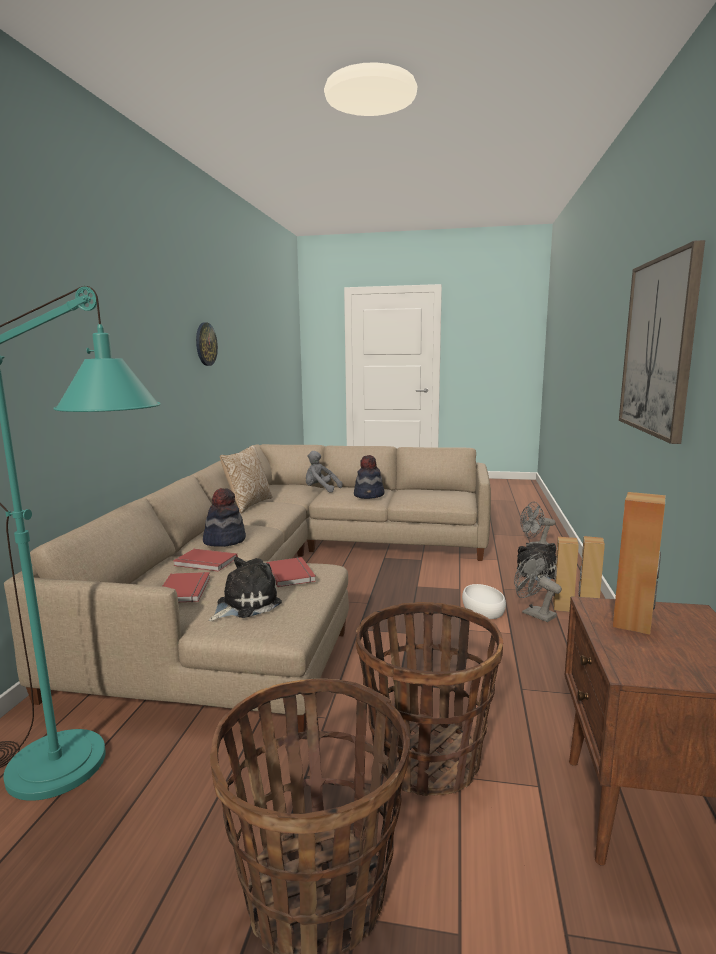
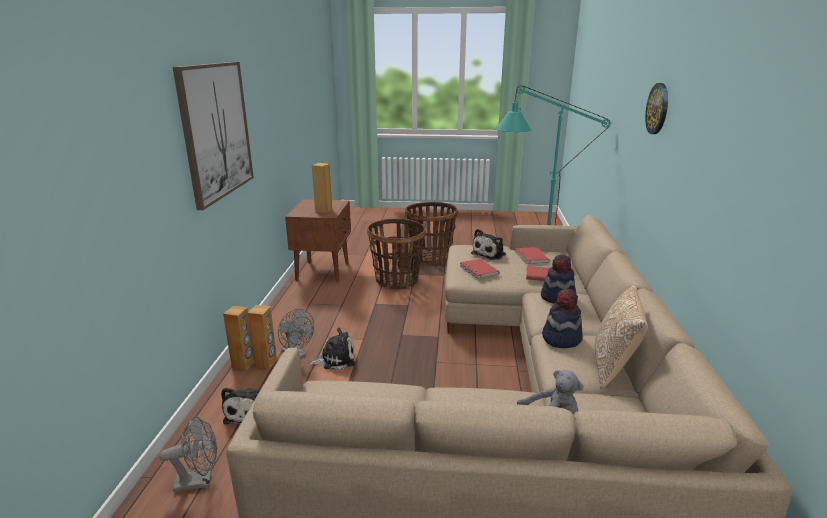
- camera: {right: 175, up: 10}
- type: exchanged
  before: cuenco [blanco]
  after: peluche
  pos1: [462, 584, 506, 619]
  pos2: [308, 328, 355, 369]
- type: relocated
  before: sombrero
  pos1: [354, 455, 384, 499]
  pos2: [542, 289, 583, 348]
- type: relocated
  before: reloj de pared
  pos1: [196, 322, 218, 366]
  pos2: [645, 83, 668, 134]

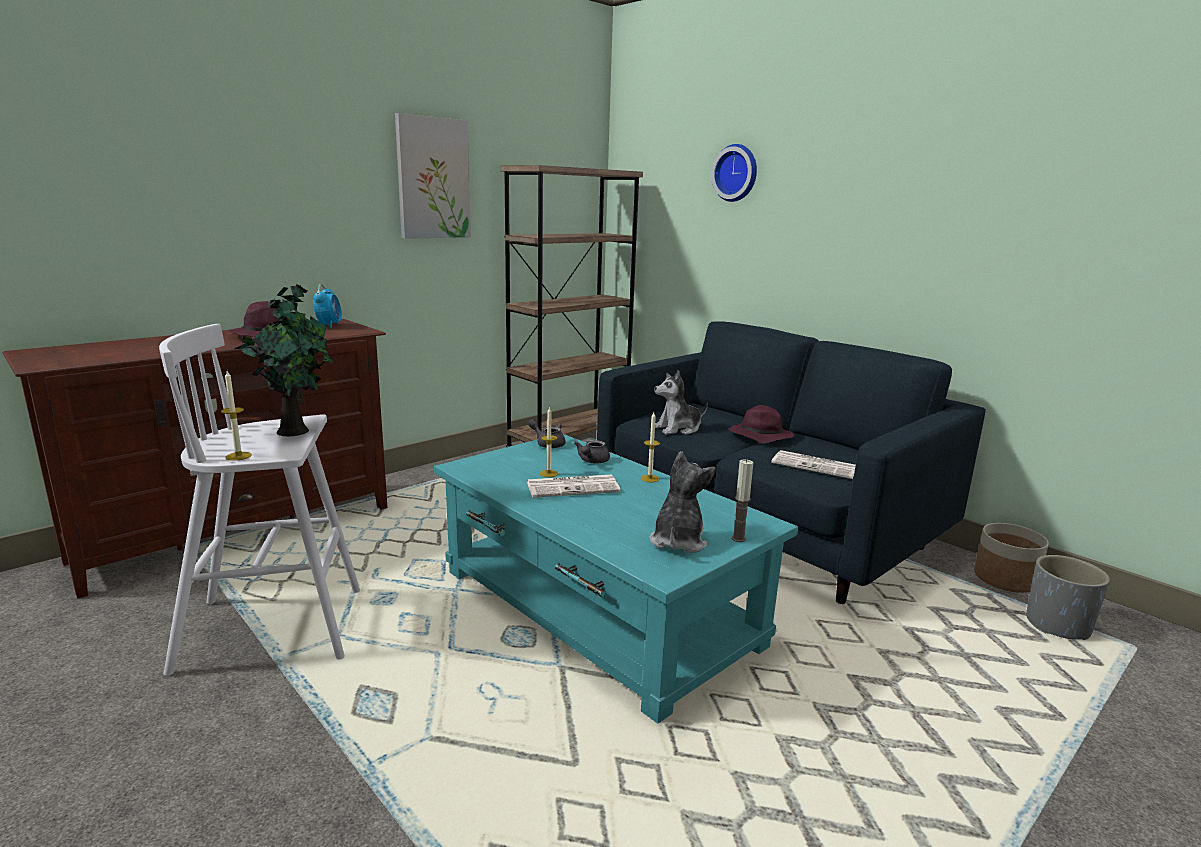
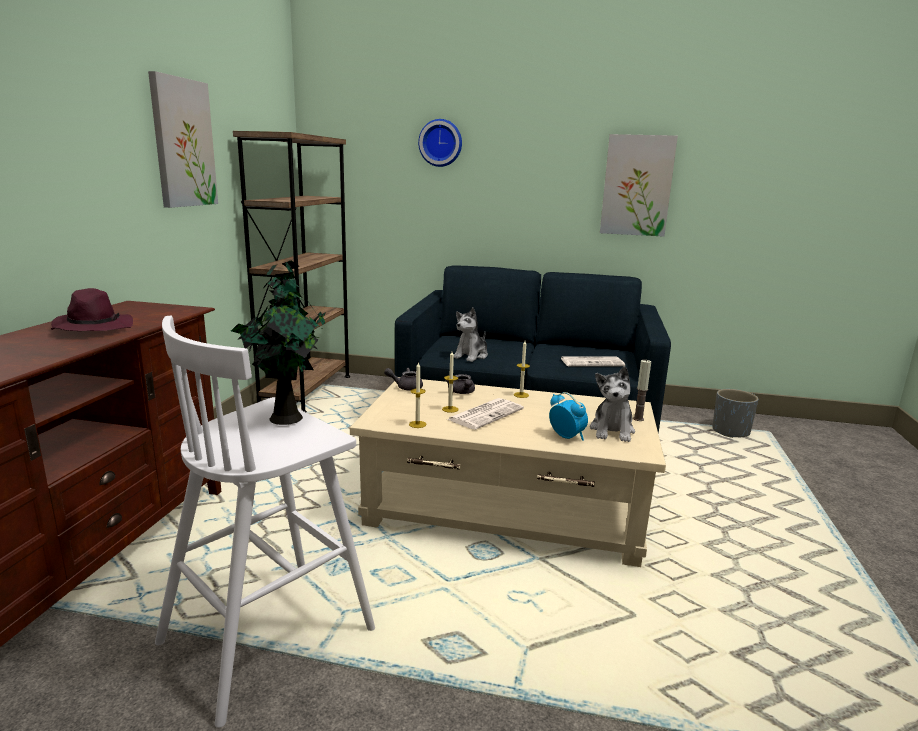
- camera: {right: -35, up: 0}
- type: colour
  before: mesa de centro [turquesa]
  after: mesa de centro [beis]
  pos1: [434, 434, 798, 723]
  pos2: [350, 377, 666, 567]
- type: relocated
  before: vela
  pos1: [221, 371, 252, 461]
  pos2: [409, 363, 426, 428]
- type: relocated
  before: despertador
  pos1: [314, 284, 342, 328]
  pos2: [549, 392, 588, 441]
- type: spun
  before: peluche
  pos1: [650, 451, 716, 553]
  pos2: [590, 366, 635, 442]
  turn: -150
- type: appeared
  after: cuadro
  pos2: [600, 134, 678, 237]
- type: missing
  before: sombrero [morado]
  pos1: [729, 405, 795, 443]
- type: missing
  before: maceta
  pos1: [974, 523, 1049, 593]

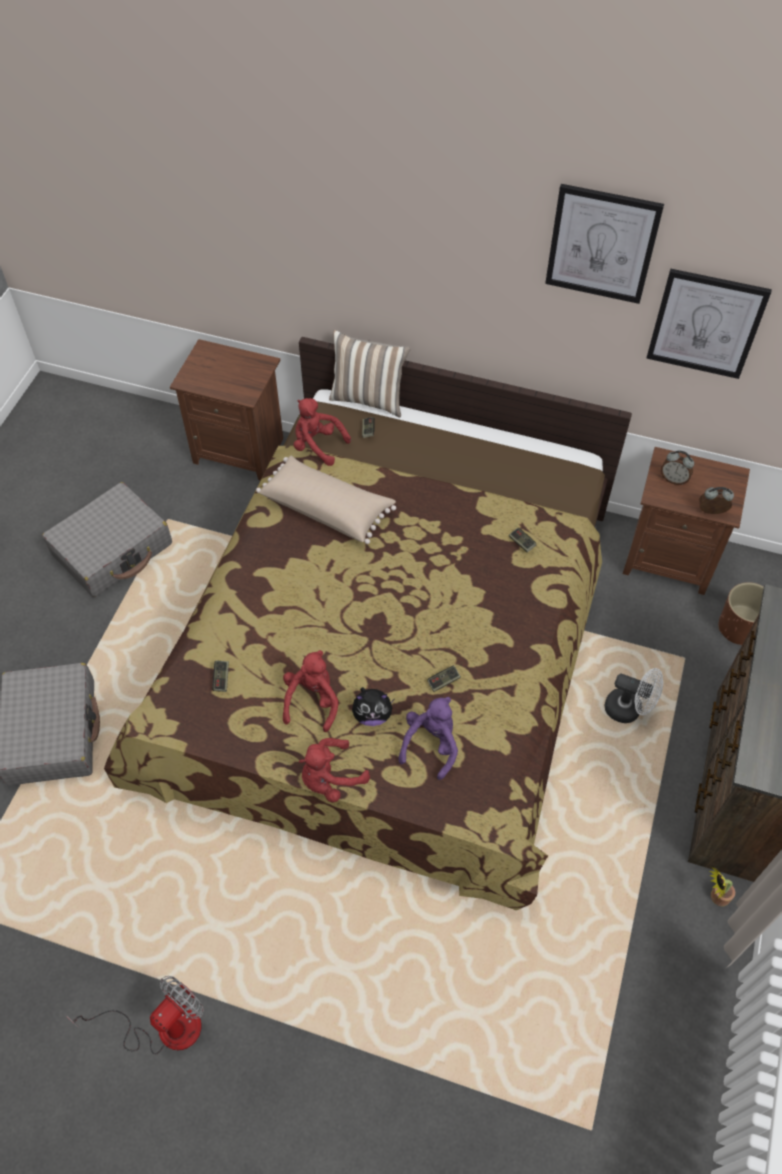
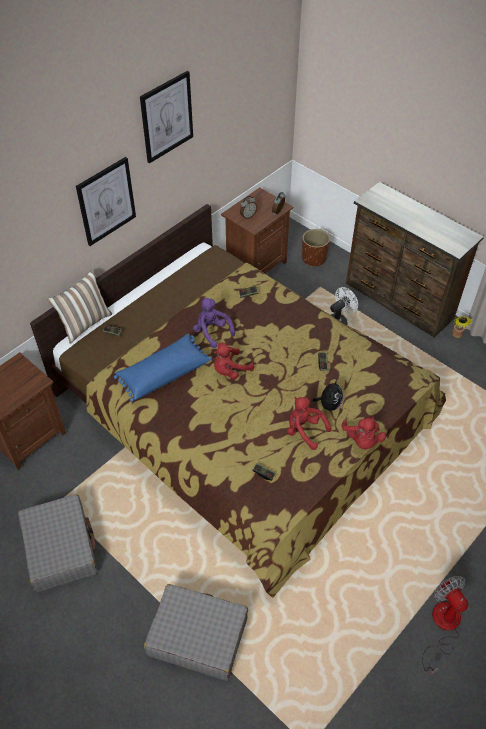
- camera: {right: -65, up: -5}
- type: relocated
  before: cuadro
  pos1: [646, 269, 772, 379]
  pos2: [76, 157, 136, 246]
- type: colour
  before: cojín [beis]
  after: cojín [azul]
  pos1: [256, 455, 396, 544]
  pos2: [114, 334, 212, 402]
- type: relocated
  before: peluche [morado]
  pos1: [398, 697, 458, 780]
  pos2: [193, 298, 235, 348]
- type: relocated
  before: peluche [rojo]
  pos1: [294, 398, 351, 466]
  pos2: [214, 343, 254, 380]

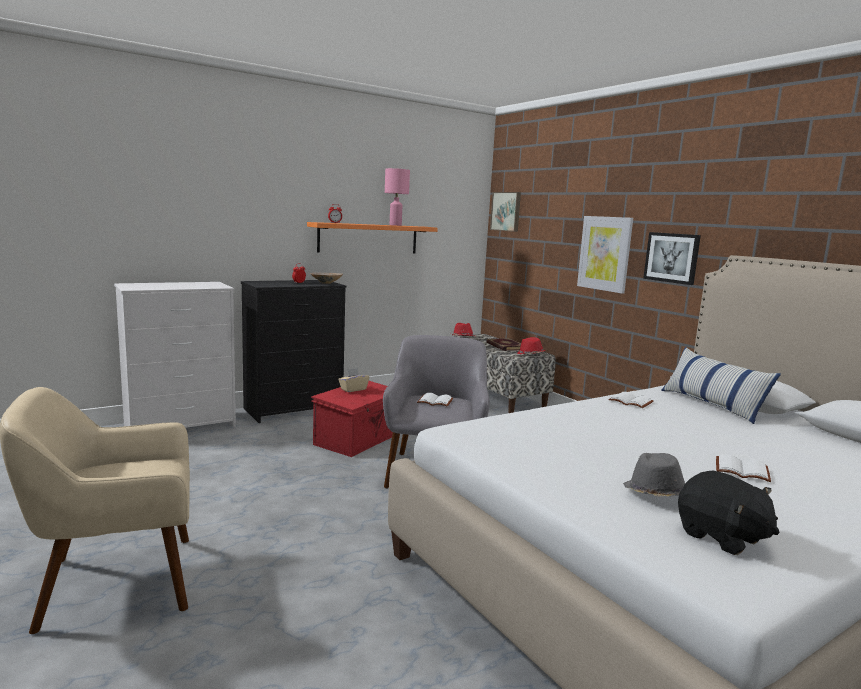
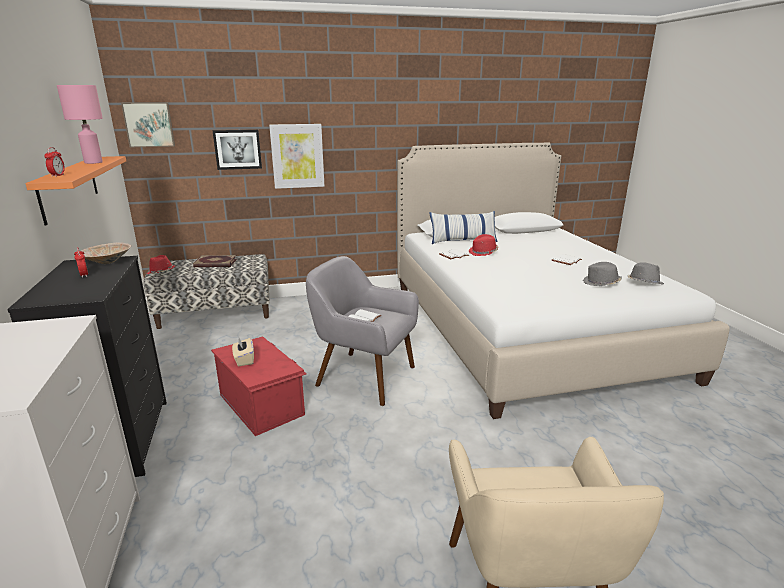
- camera: {right: -70, up: 10}
- type: relocated
  before: cuadro
  pos1: [643, 232, 701, 285]
  pos2: [213, 130, 262, 170]
- type: relocated
  before: sombrero [rojo]
  pos1: [517, 337, 545, 354]
  pos2: [469, 234, 498, 256]
- type: exchanged
  before: peluche [negro]
  after: sombrero [gris]
  pos1: [678, 471, 780, 555]
  pos2: [627, 262, 664, 284]

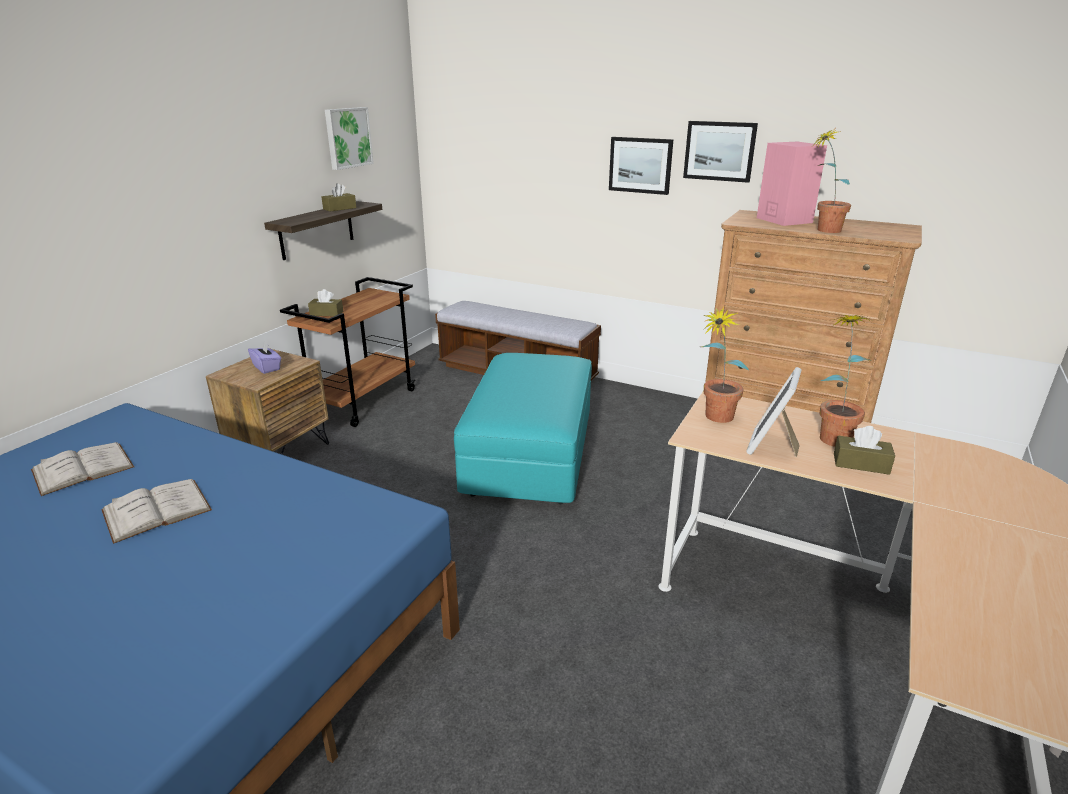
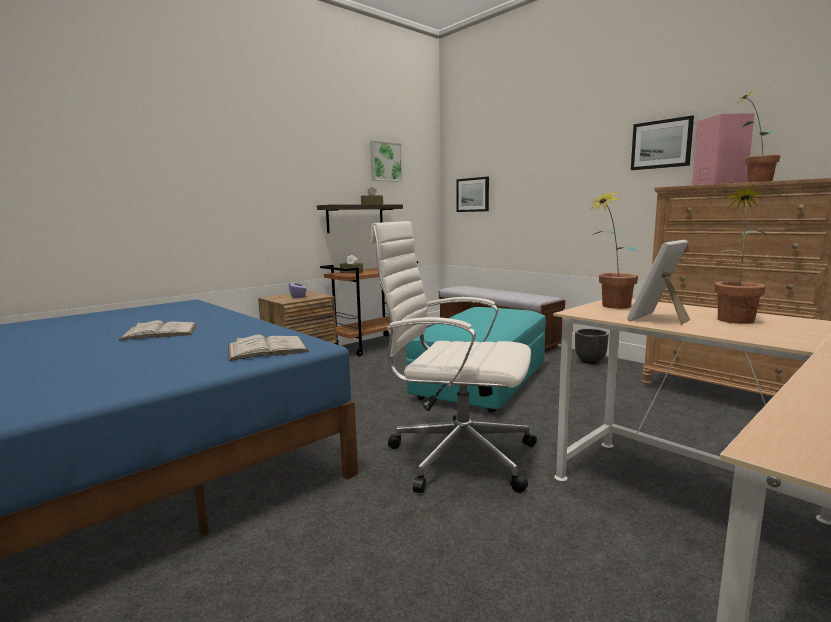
- camera: {right: 20, up: -15}
- type: relocated
  before: libro [blanco]
  pos1: [31, 442, 134, 496]
  pos2: [228, 335, 309, 361]
- type: appeared
  after: silla de oficina [blanco]
  pos2: [370, 221, 537, 493]
- type: relocated
  before: cuadro
  pos1: [609, 137, 674, 195]
  pos2: [456, 177, 489, 212]
- type: appeared
  after: maceta [negro]
  pos2: [575, 329, 609, 364]
- type: missing
  before: caja de pañuelos [marrón]
  pos1: [834, 426, 895, 475]

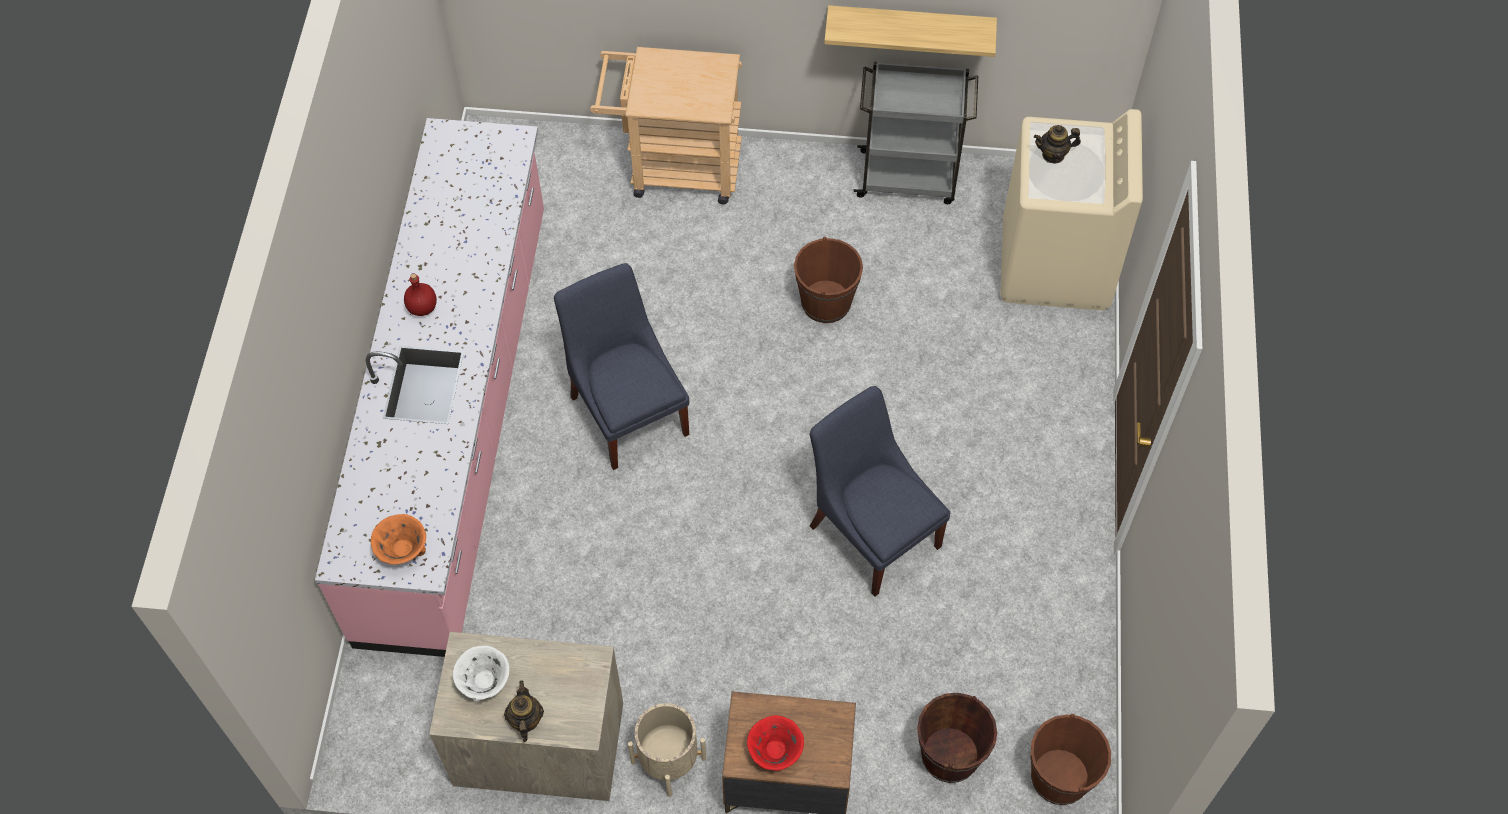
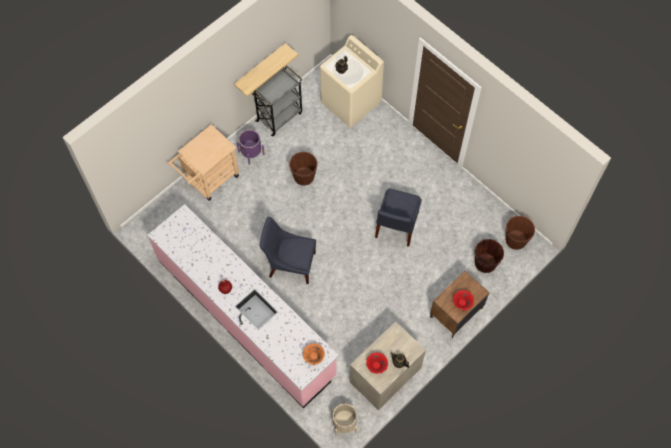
- camera: {right: -50, up: 5}
- type: appeared
  after: maceta [morado]
  pos2: [237, 129, 265, 165]
- type: relocated
  before: maceta [beis]
  pos1: [628, 703, 706, 797]
  pos2: [332, 404, 357, 436]
- type: colour
  before: cuenco [blanco]
  after: cuenco [rojo]
  pos1: [453, 646, 510, 702]
  pos2: [366, 352, 388, 374]
- type: spun
  before: silla [azul]
  pos1: [809, 386, 950, 597]
  pos2: [375, 188, 422, 247]
  turn: -75

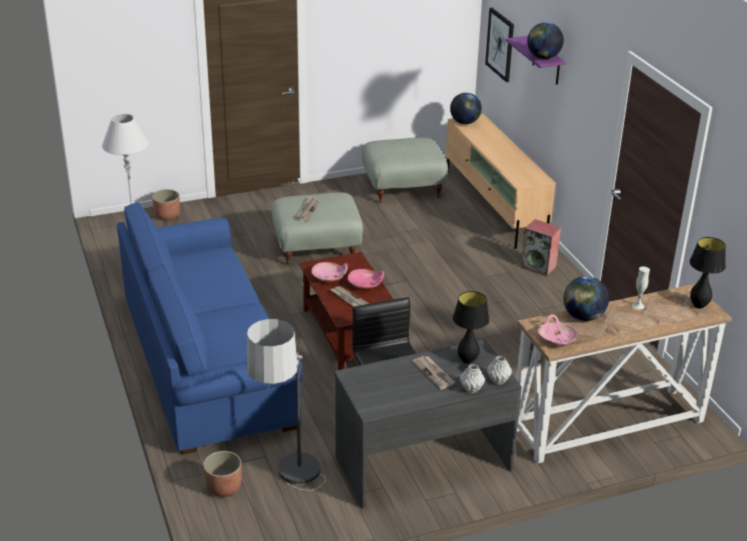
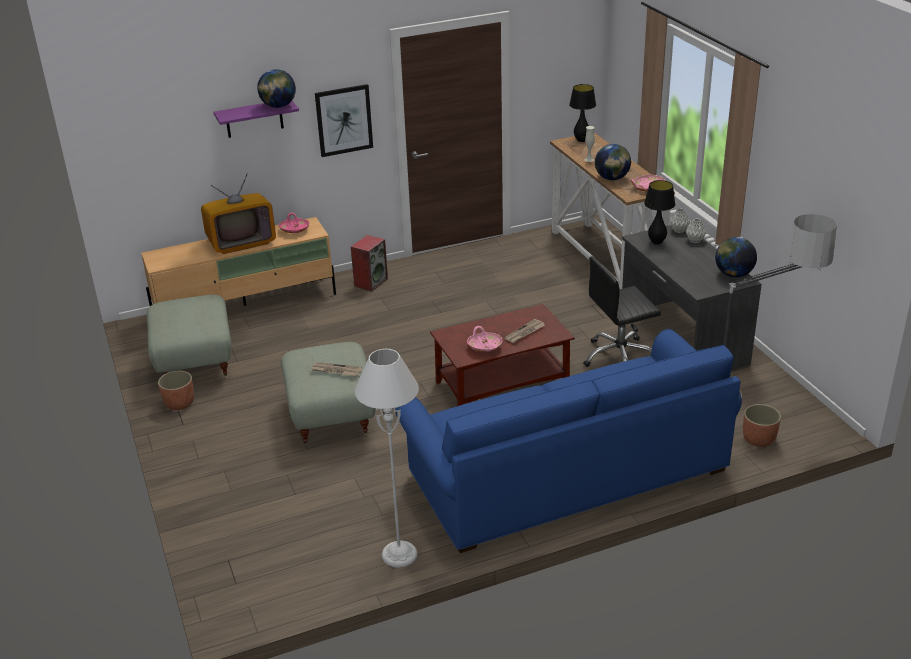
- camera: {right: -90, up: 0}
- type: relocated
  before: maceta
  pos1: [152, 189, 180, 221]
  pos2: [158, 371, 194, 410]
- type: appeared
  after: televisor
  pos2: [201, 174, 276, 254]
- type: relocated
  before: cuenco [rosa]
  pos1: [347, 269, 384, 289]
  pos2: [279, 212, 309, 233]
- type: relocated
  before: cuadro
  pos1: [485, 8, 514, 82]
  pos2: [315, 84, 373, 157]
- type: relocated
  before: globo terráqueo
  pos1: [450, 93, 482, 124]
  pos2: [715, 237, 757, 278]
- type: missing
  before: periódico
  pos1: [412, 356, 455, 390]

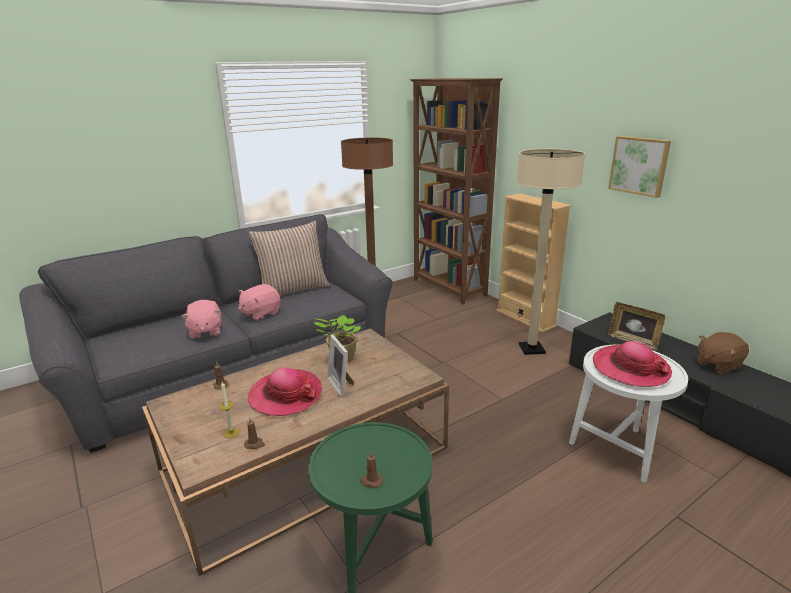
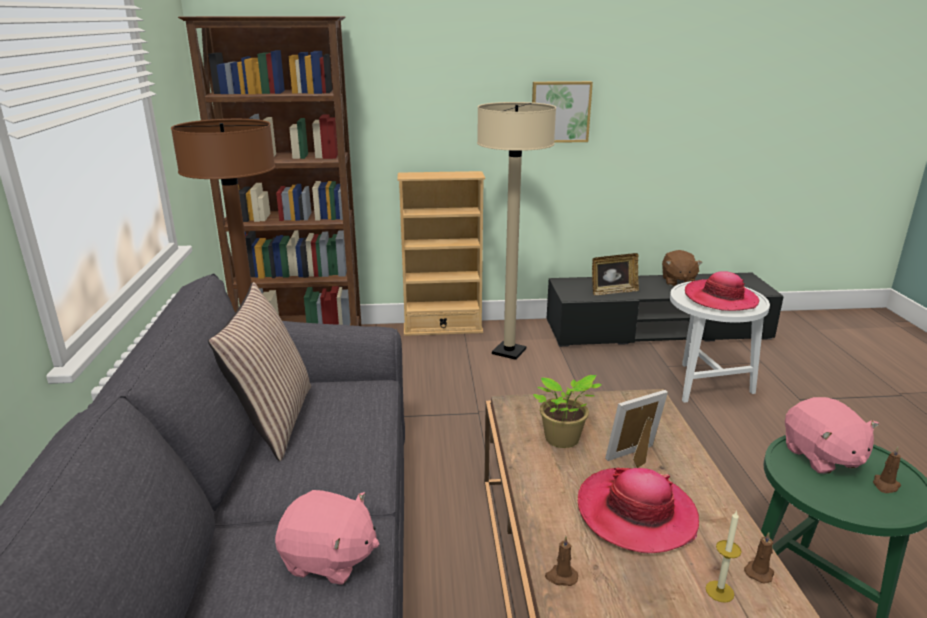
- camera: {right: -60, up: 0}
- type: spun
  before: portarretratos
  pos1: [327, 335, 353, 397]
  pos2: [605, 390, 668, 468]
  turn: 150
- type: relocated
  before: peluche [rosa]
  pos1: [238, 284, 280, 321]
  pos2: [785, 397, 879, 474]

